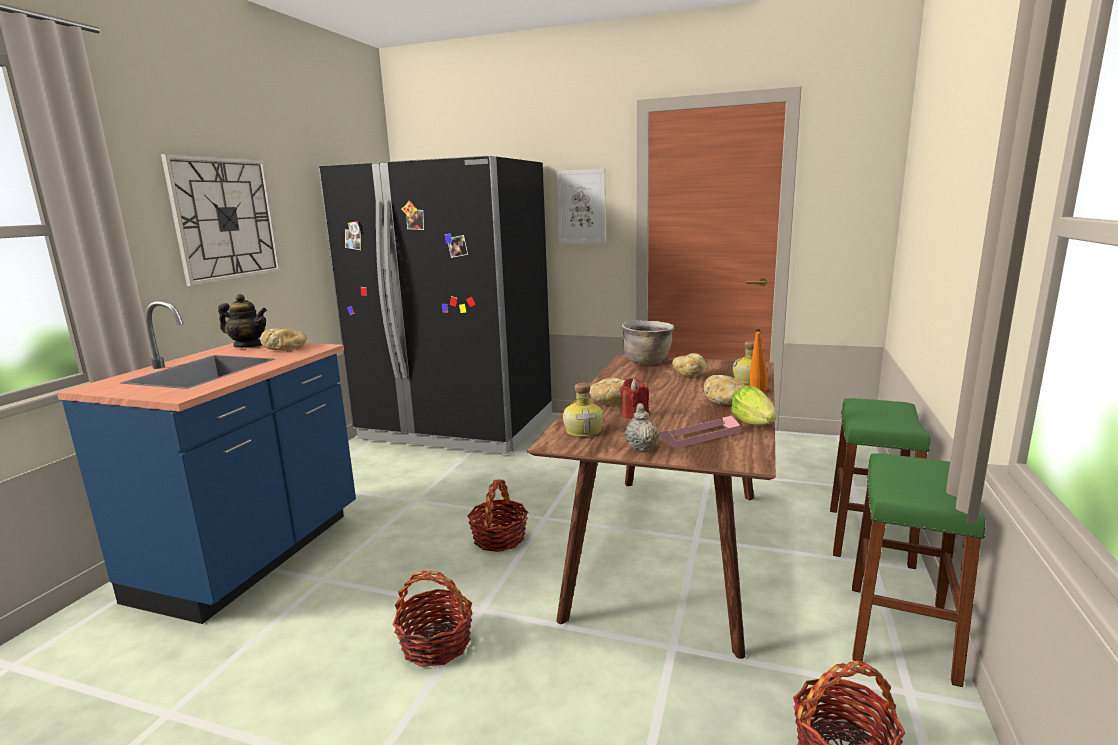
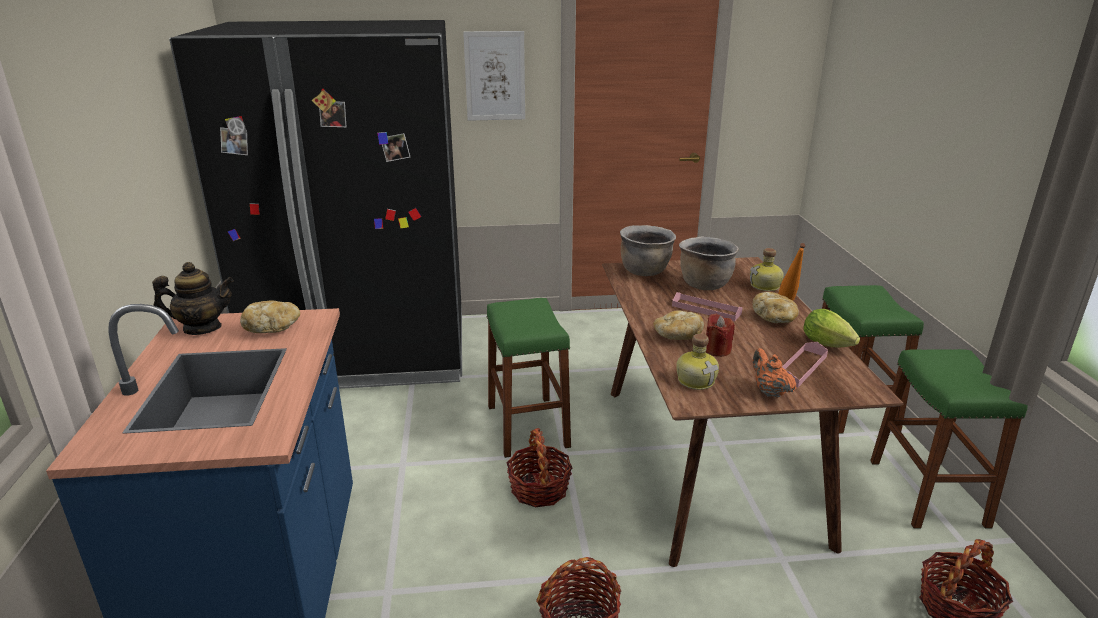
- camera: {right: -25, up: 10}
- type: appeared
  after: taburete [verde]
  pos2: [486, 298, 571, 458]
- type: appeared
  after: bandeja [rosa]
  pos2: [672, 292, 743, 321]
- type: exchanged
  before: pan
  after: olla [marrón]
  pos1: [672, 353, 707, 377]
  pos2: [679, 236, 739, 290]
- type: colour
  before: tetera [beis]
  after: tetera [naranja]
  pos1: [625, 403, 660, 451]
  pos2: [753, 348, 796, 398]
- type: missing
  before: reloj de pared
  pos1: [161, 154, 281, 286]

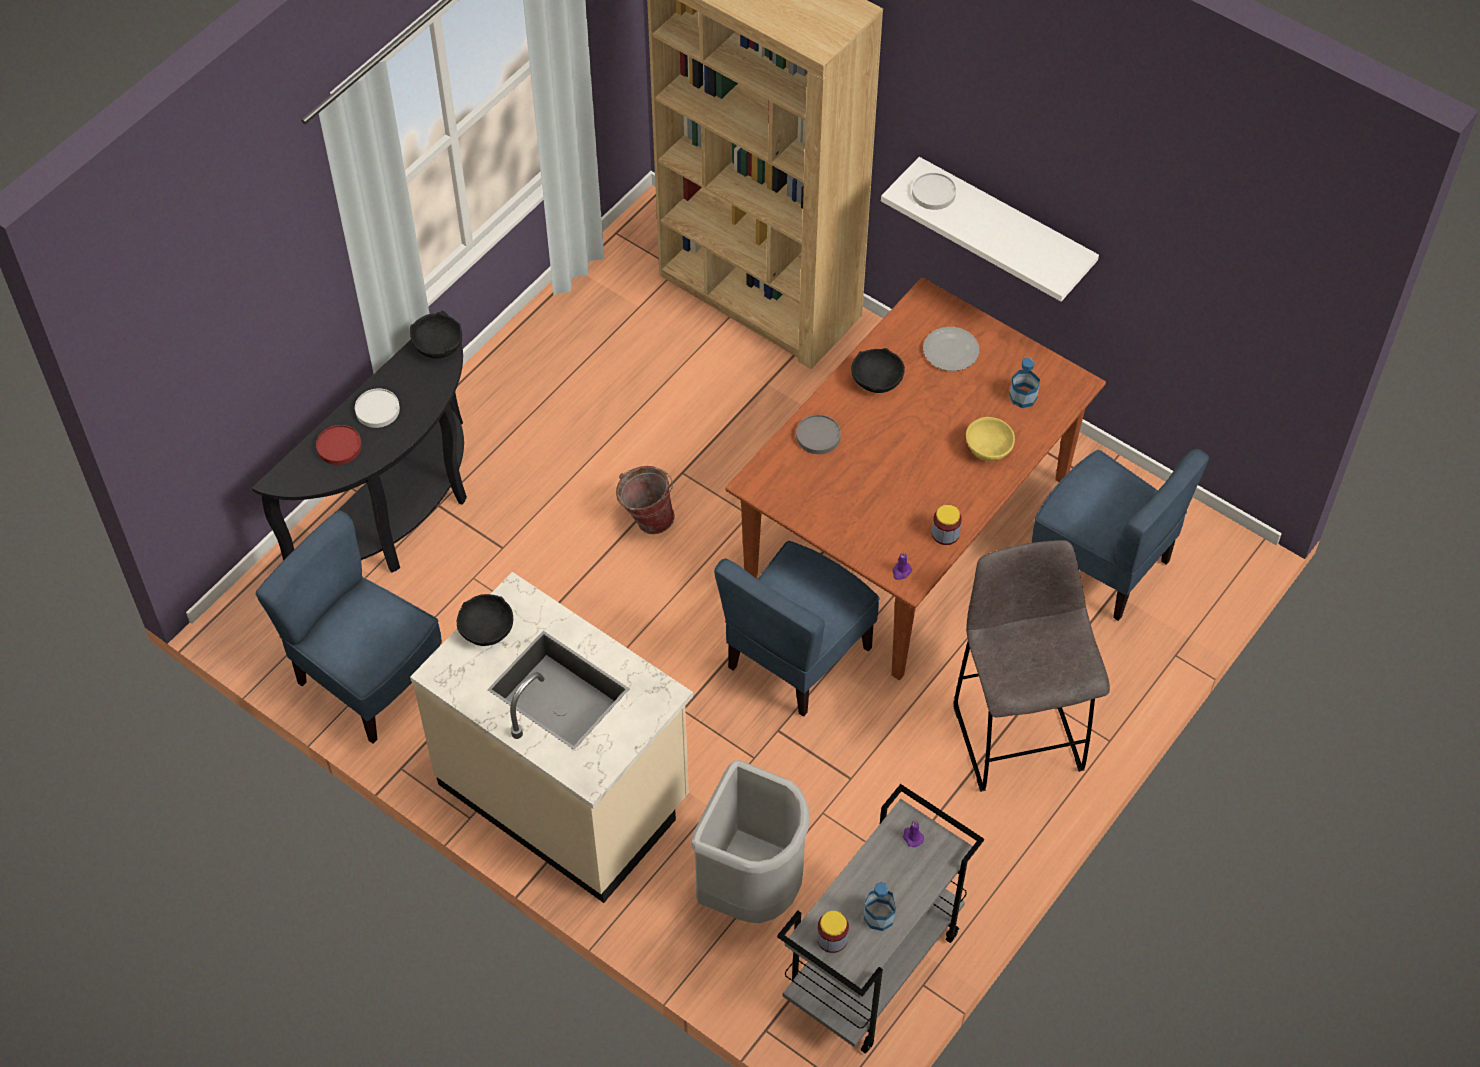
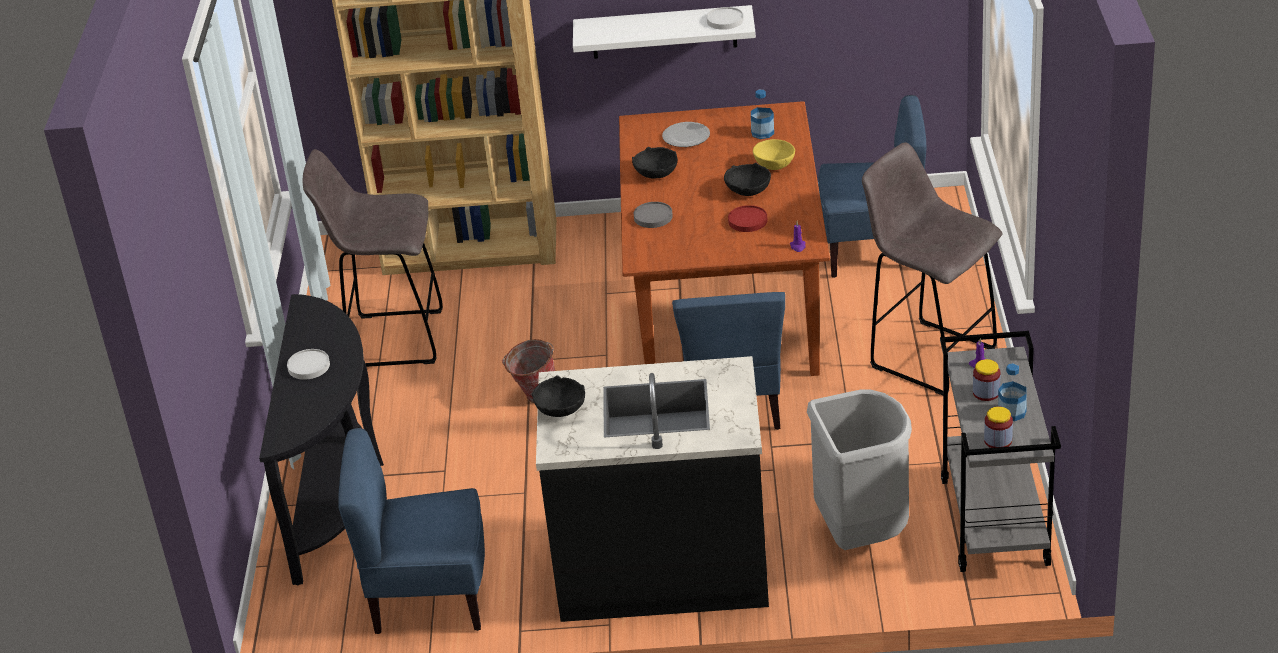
- camera: {right: -35, up: -20}
- type: appeared
  after: taburete [gris]
  pos2: [303, 149, 443, 367]
- type: colour
  before: mueble bajo de cocina [beis]
  after: mueble bajo de cocina [negro]
  pos1: [410, 572, 693, 903]
  pos2: [536, 356, 769, 622]
- type: relocated
  before: plato [blanco]
  pos1: [912, 173, 956, 210]
  pos2: [707, 7, 744, 30]
- type: relocated
  before: cuenco [negro]
  pos1: [410, 312, 462, 358]
  pos2: [724, 163, 771, 196]
- type: relocated
  before: plato [rojo]
  pos1: [316, 425, 362, 465]
  pos2: [728, 205, 767, 232]
- type: relocated
  before: tarro
  pos1: [932, 505, 962, 545]
  pos2: [973, 359, 1000, 401]

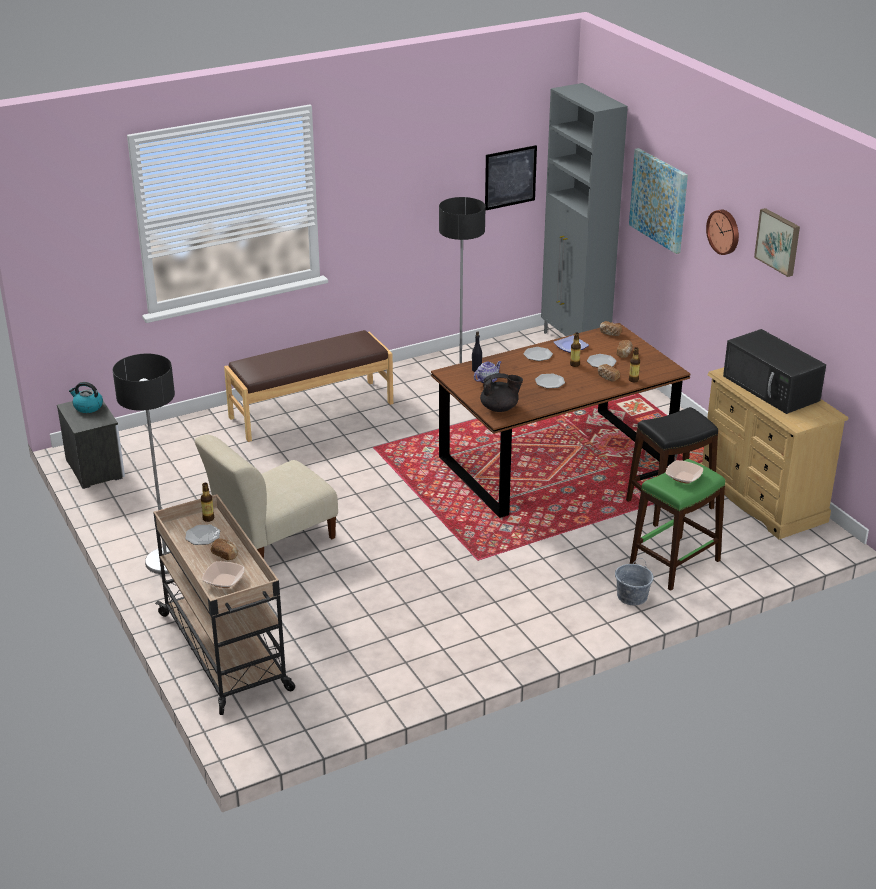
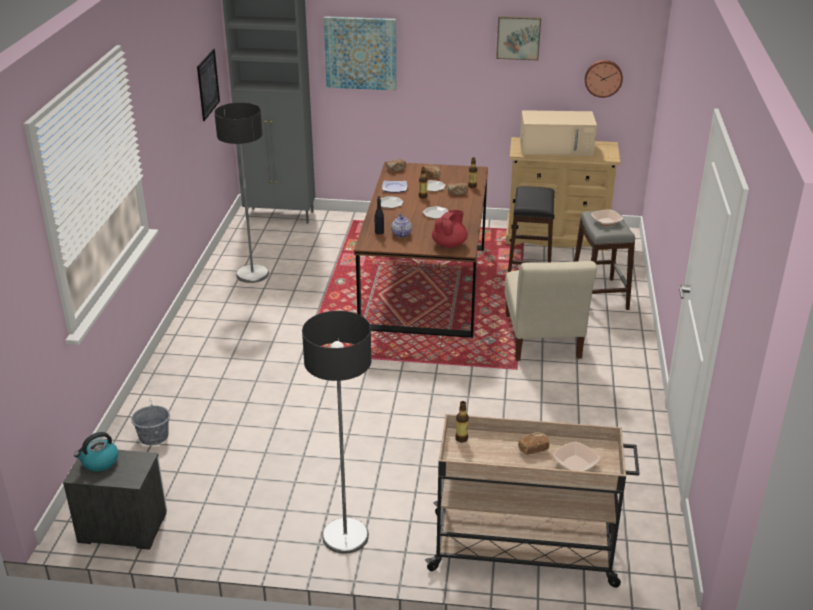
- camera: {right: -55, up: 0}
- type: relocated
  before: cubo [gris]
  pos1: [615, 558, 654, 605]
  pos2: [131, 398, 170, 445]
- type: colour
  before: tetera [negro]
  after: tetera [rojo]
  pos1: [480, 373, 523, 412]
  pos2: [432, 210, 468, 248]
- type: relocated
  before: silla [beis]
  pos1: [195, 435, 338, 559]
  pos2: [505, 261, 597, 361]
- type: colour
  before: microondas [negro]
  after: microondas [beis]
  pos1: [723, 329, 826, 414]
  pos2: [520, 110, 597, 156]
- type: colour
  before: taburete [verde]
  after: taburete [gris]
  pos1: [630, 459, 725, 591]
  pos2: [574, 210, 635, 310]
- type: relocated
  before: reloj de pared
  pos1: [706, 209, 739, 255]
  pos2: [585, 60, 623, 98]
- type: missing
  before: plato
  pos1: [185, 525, 220, 545]
- type: missing
  before: banco [marrón]
  pos1: [224, 330, 393, 442]

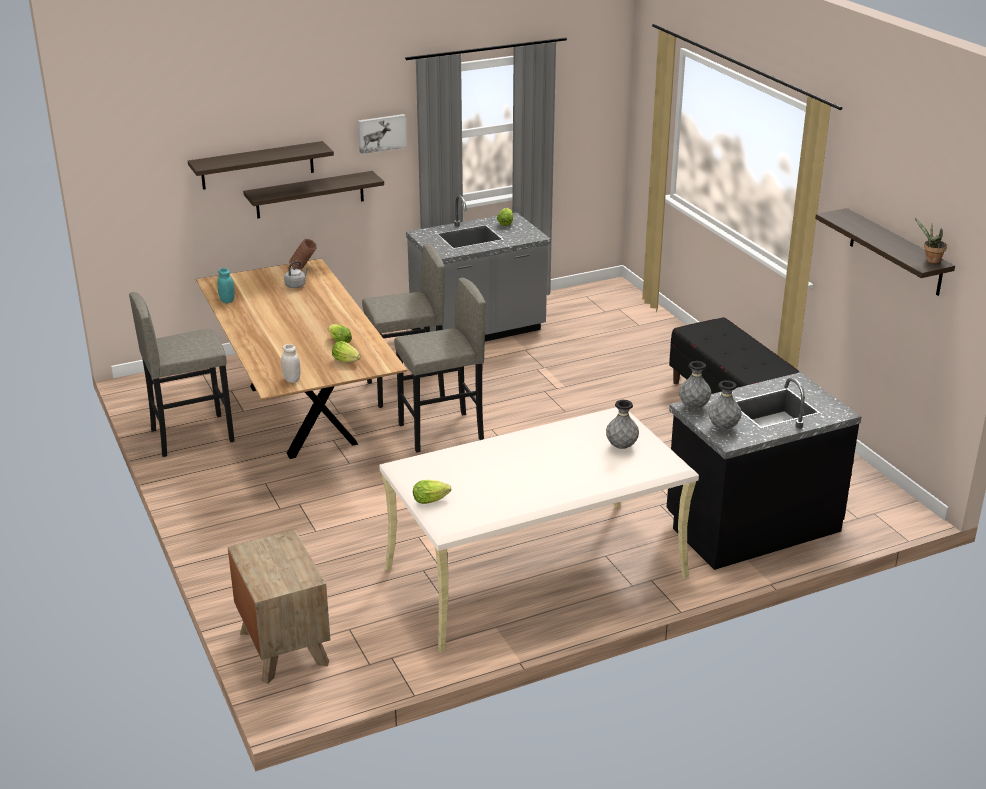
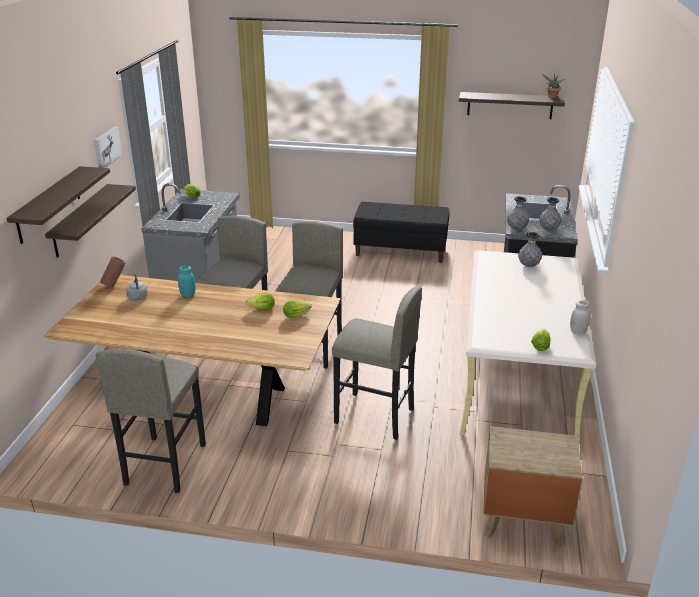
- camera: {right: -55, up: 0}
- type: relocated
  before: tarro [turquesa]
  pos1: [217, 268, 235, 303]
  pos2: [178, 266, 196, 297]
- type: appeared
  after: taburete [gris]
  pos2: [332, 286, 422, 440]
- type: relocated
  before: tarro [blanco]
  pos1: [281, 344, 301, 383]
  pos2: [570, 301, 590, 334]

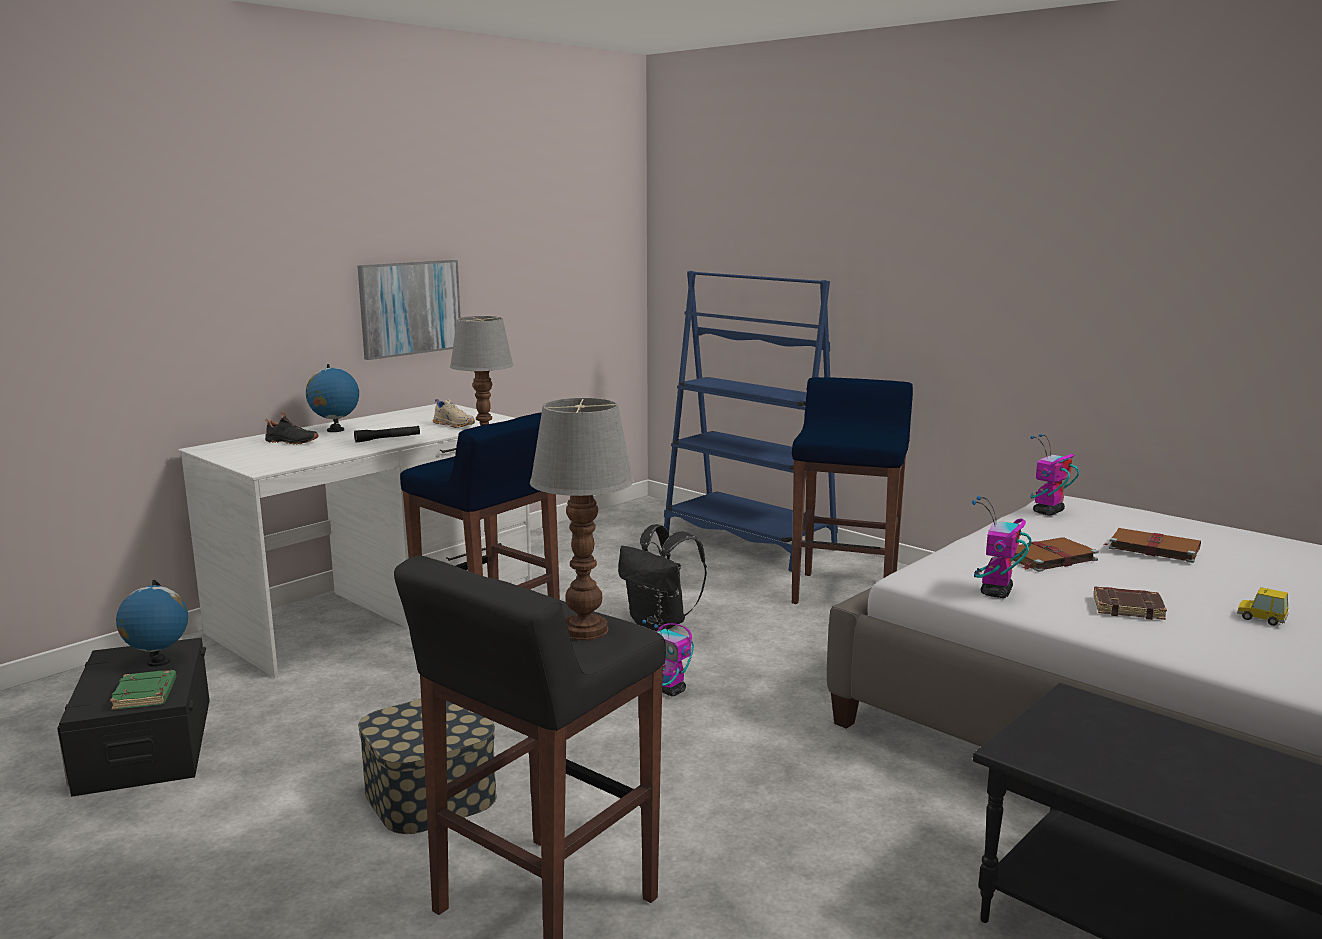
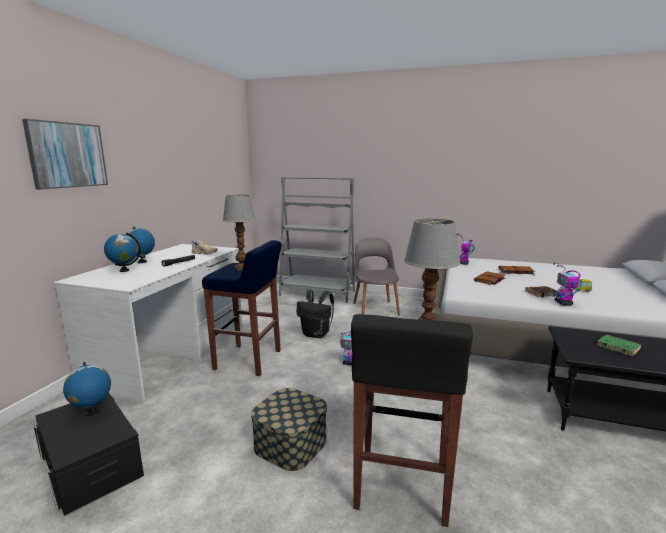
- camera: {right: -25, up: 0}
- type: relocated
  before: cuadro
  pos1: [358, 260, 461, 360]
  pos2: [22, 119, 108, 190]
- type: exchanged
  before: zapato [negro]
  after: globo terráqueo
  pos1: [265, 412, 319, 444]
  pos2: [104, 233, 141, 272]
- type: colour
  before: estantería [azul]
  after: estantería [gris]
  pos1: [664, 271, 838, 572]
  pos2: [279, 177, 355, 303]
- type: exchanged
  before: taburete [azul]
  after: silla [gris]
  pos1: [792, 377, 913, 604]
  pos2: [353, 238, 400, 315]
- type: relocated
  before: robot de juguete
  pos1: [972, 496, 1032, 598]
  pos2: [553, 263, 583, 306]
- type: relocated
  before: libro [verde]
  pos1: [110, 670, 176, 710]
  pos2: [597, 335, 641, 357]

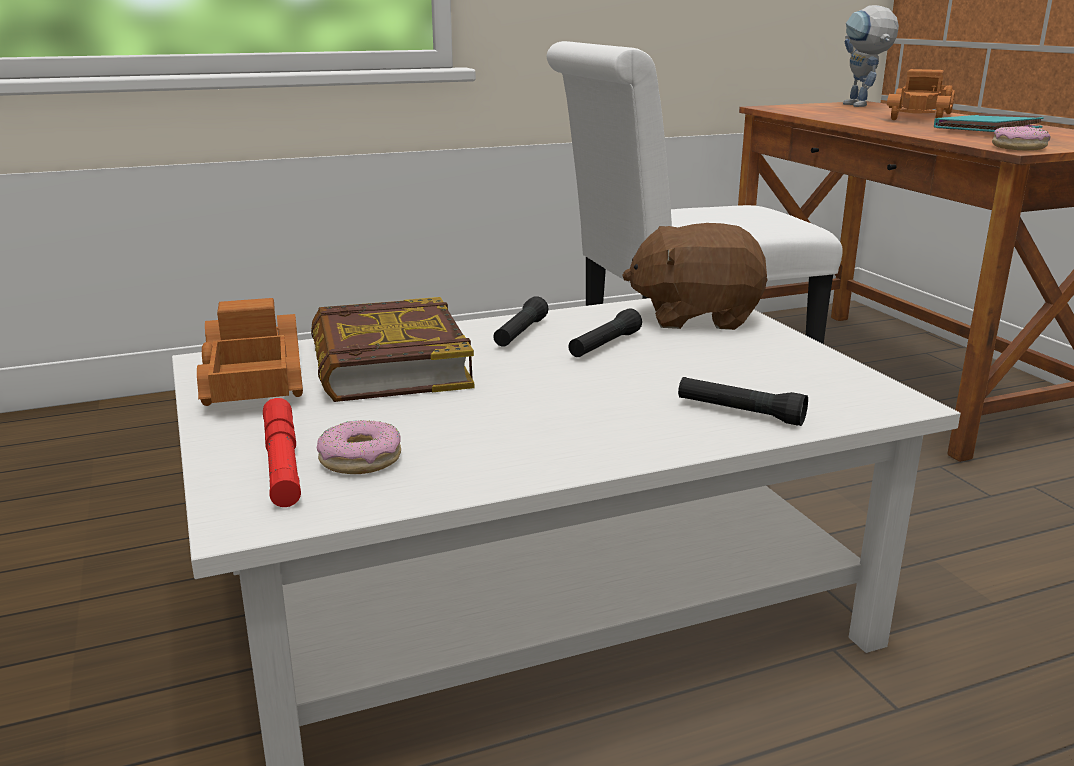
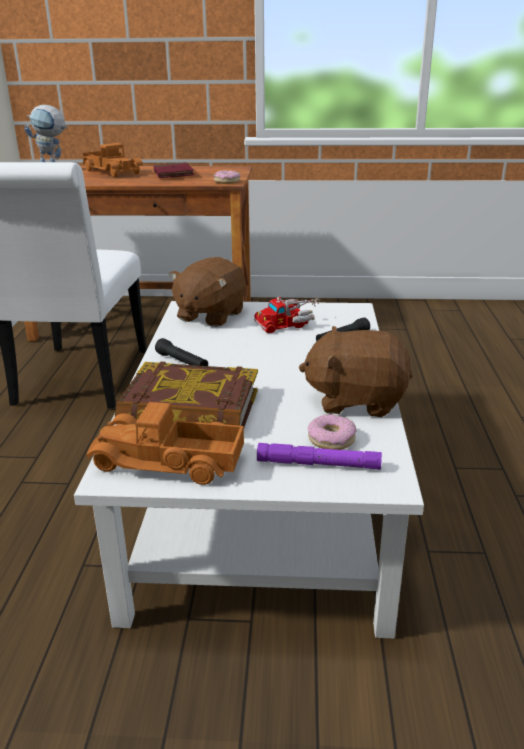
- camera: {right: -65, up: 5}
- type: colour
  before: libro [turquesa]
  after: libro [rojo]
  pos1: [934, 113, 1044, 132]
  pos2: [153, 162, 195, 178]
- type: appeared
  after: camión de juguete
  pos2: [254, 297, 320, 333]
- type: colour
  before: linterna [rojo]
  after: linterna [morado]
  pos1: [263, 398, 301, 507]
  pos2: [257, 443, 382, 470]
- type: appeared
  after: peluche [marrón]
  pos2: [299, 326, 413, 417]
- type: missing
  before: linterna [negro]
  pos1: [568, 309, 642, 357]

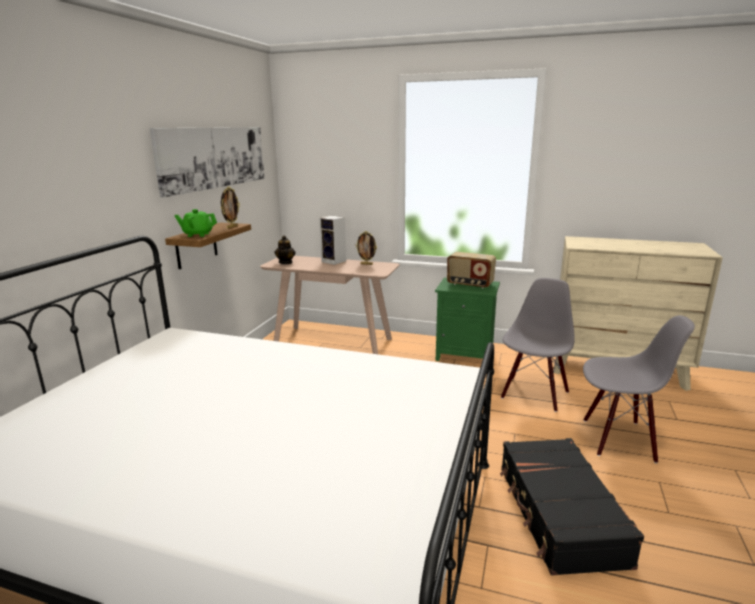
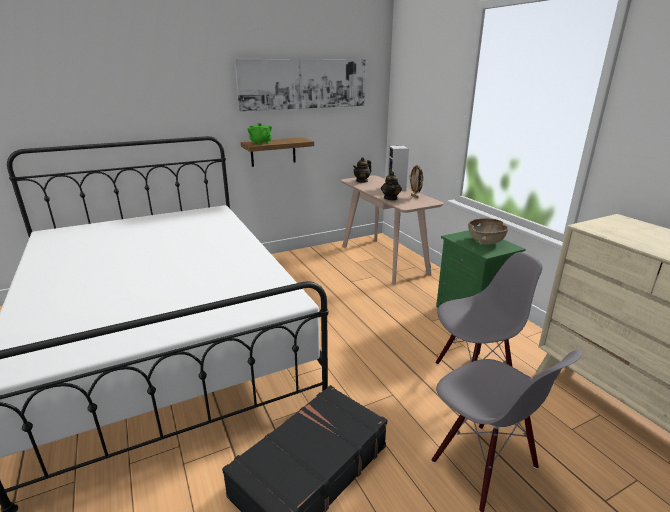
- camera: {right: 45, up: 5}
- type: appeared
  after: tetera
  pos2: [381, 171, 402, 200]
- type: exchanged
  before: radio
  after: cuenco [marrón]
  pos1: [447, 252, 496, 289]
  pos2: [468, 218, 508, 244]
- type: missing
  before: portarretratos
  pos1: [221, 186, 240, 229]

